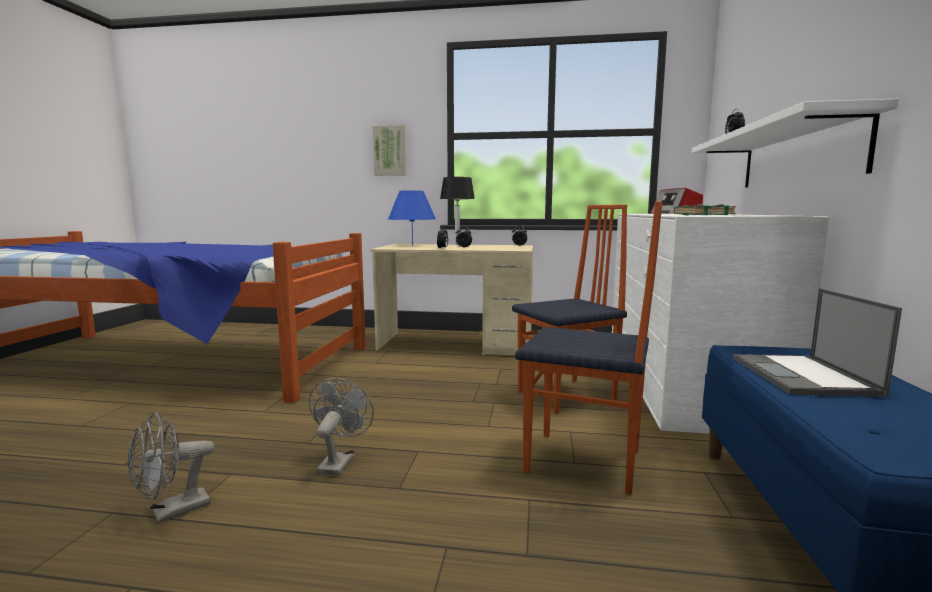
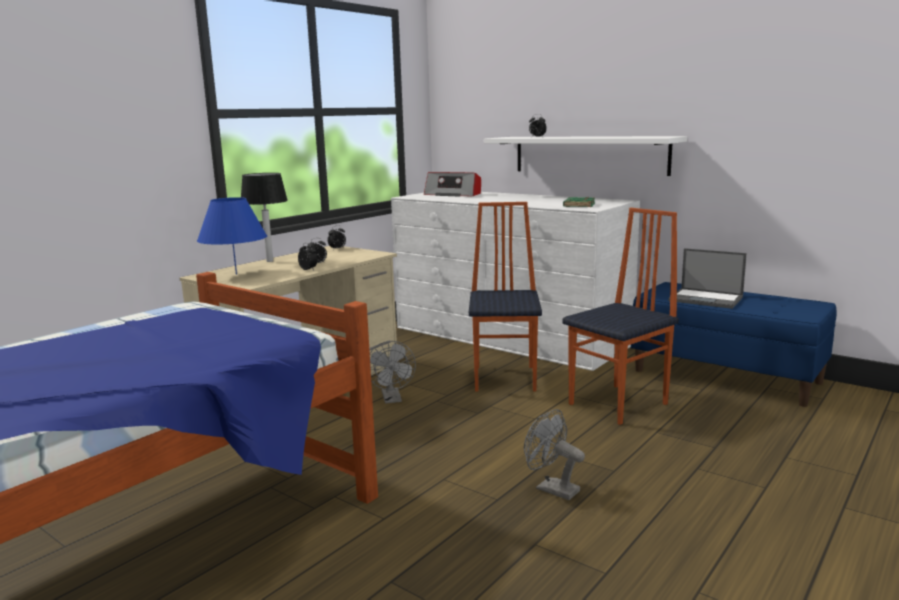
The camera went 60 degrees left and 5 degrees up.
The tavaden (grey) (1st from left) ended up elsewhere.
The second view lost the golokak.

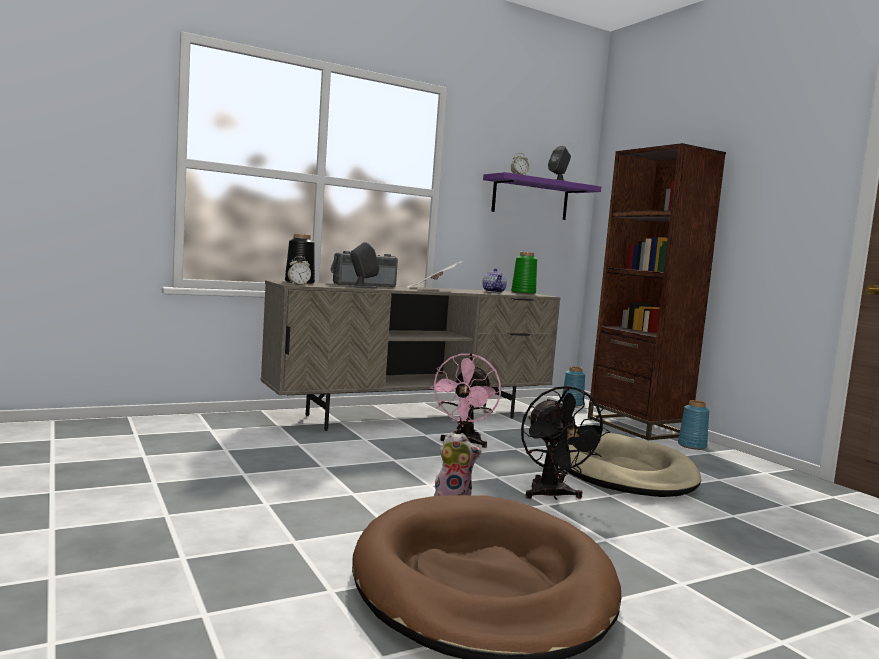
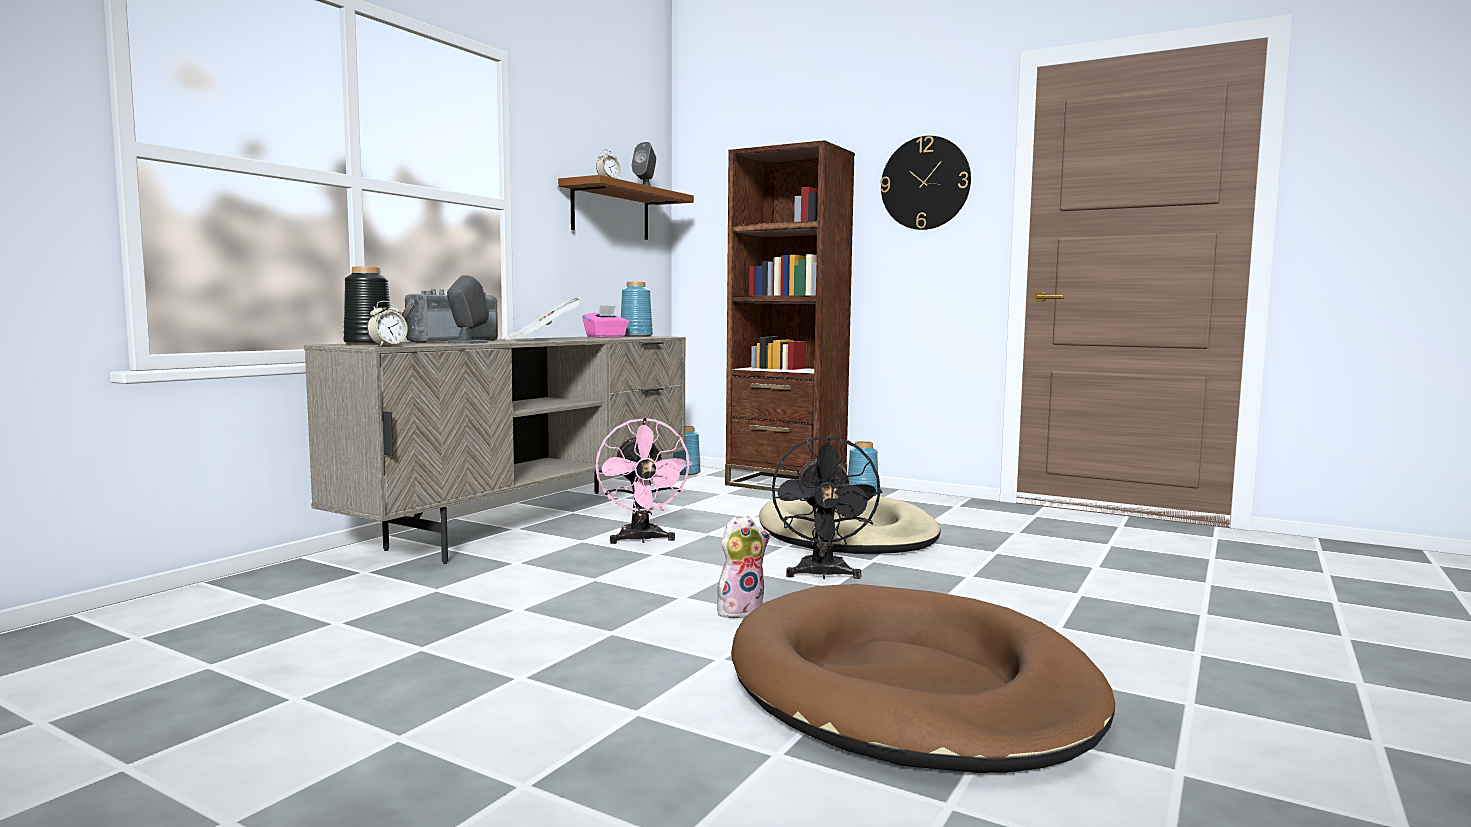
The camera went 30 degrees left and 0 degrees up.
Where the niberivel stood, the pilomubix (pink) came to stand.
What was the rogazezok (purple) turned into the rogazezok (brown).
What was the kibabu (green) turned into the kibabu (blue) (1st from left).
The tavaden (black) ended up facing another way, 45 degrees clockwise from before.
The second view gained the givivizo.

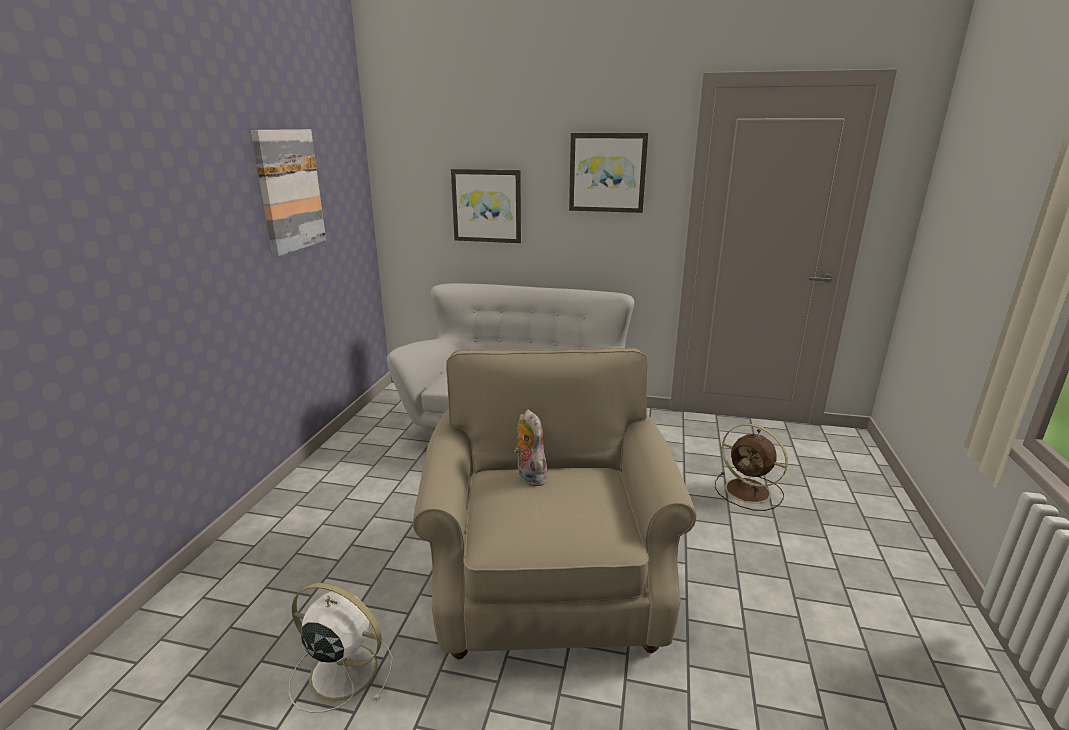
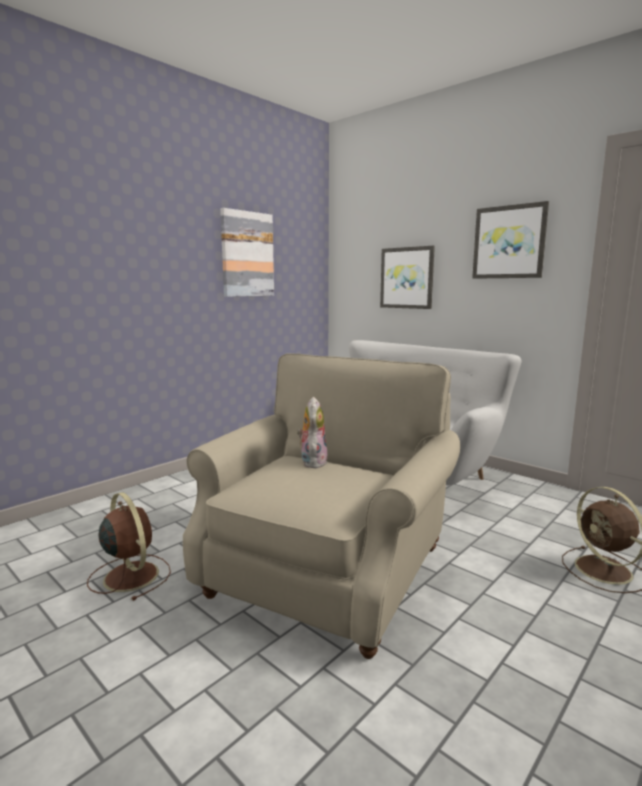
The camera went 30 degrees right and 10 degrees down.
What was the tavaden (white) turned into the tavaden (brown) (1st from left).

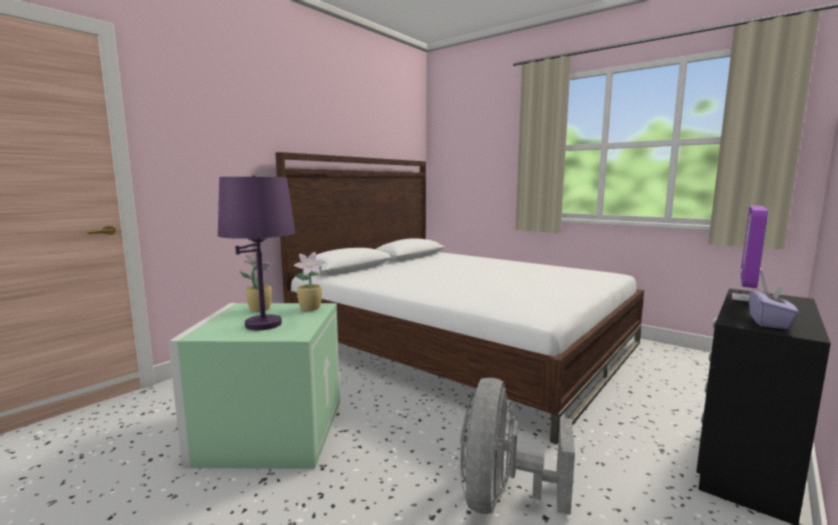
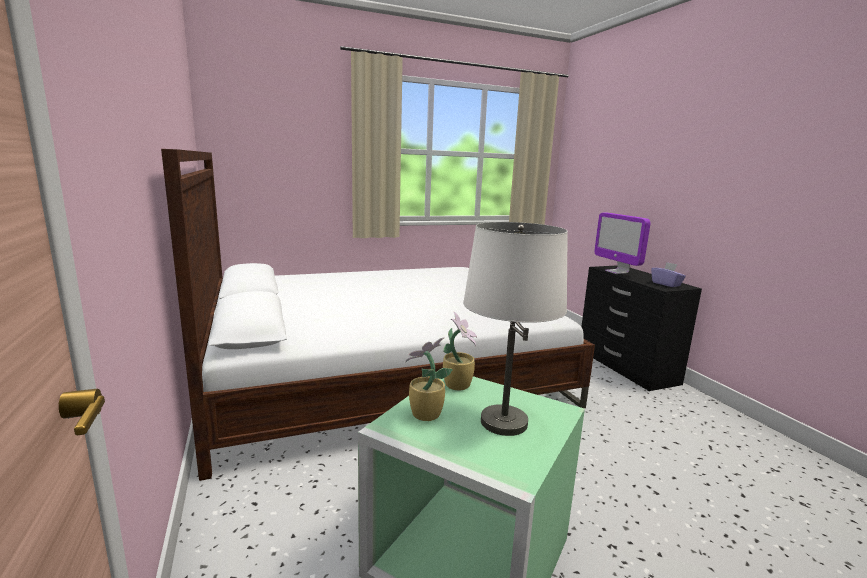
The camera went 60 degrees left and 5 degrees up.
What was the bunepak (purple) turned into the bunepak (white).
The second view lost the tavaden (grey).

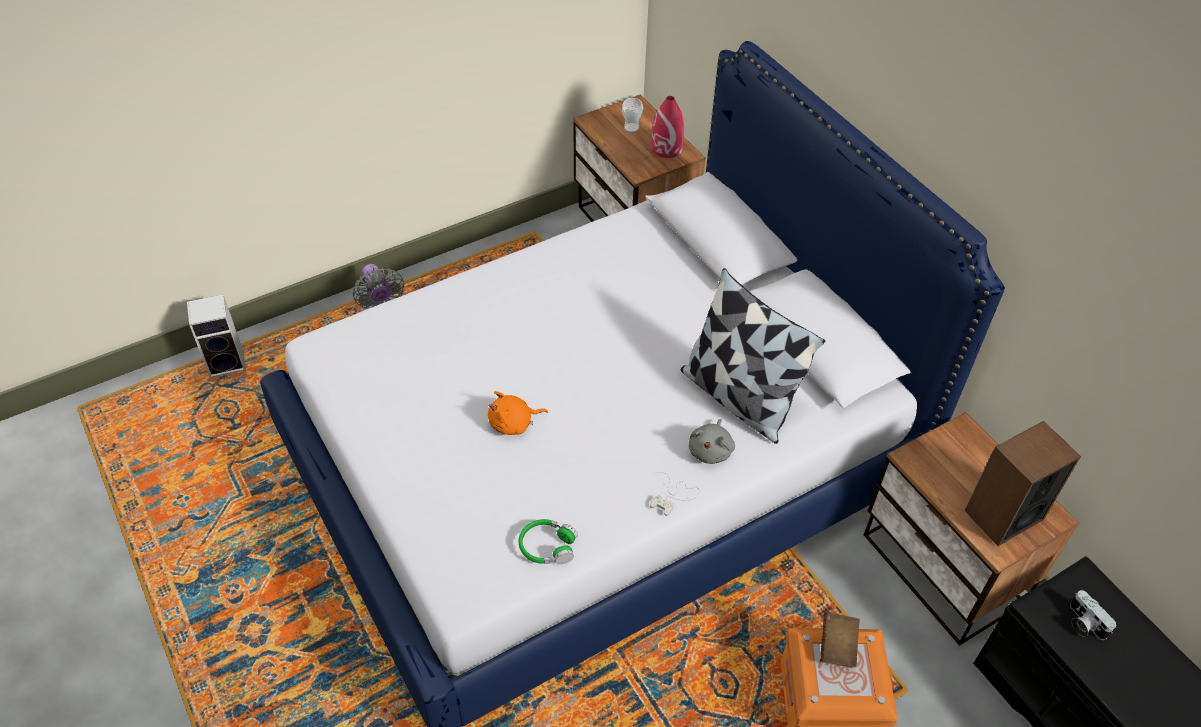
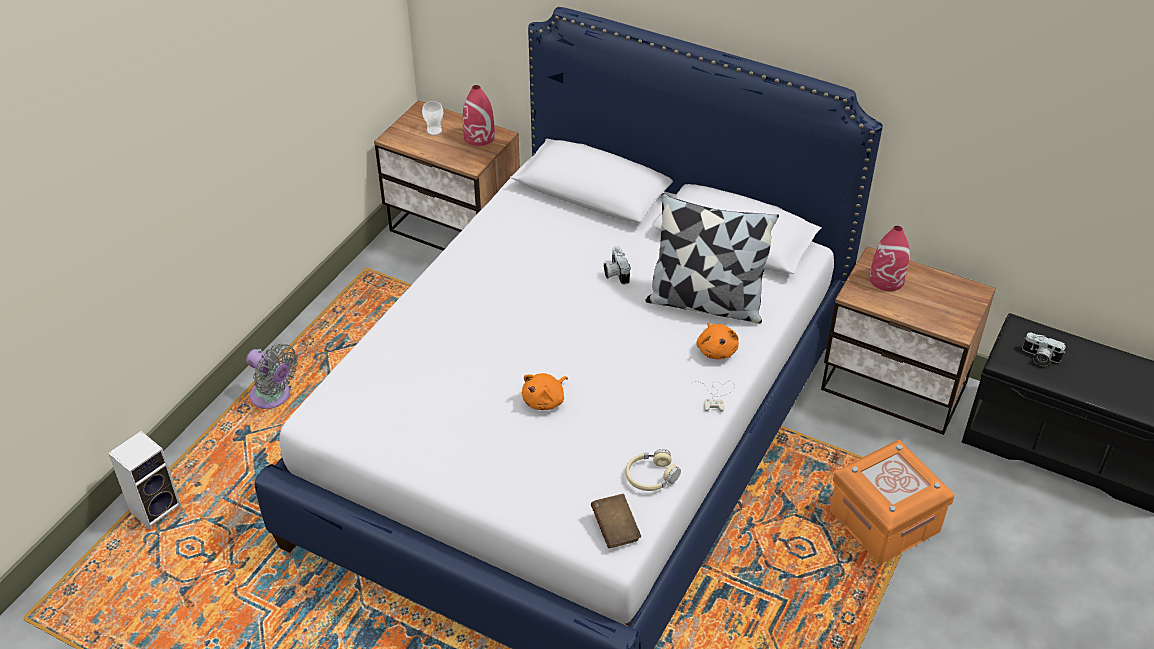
The camera went 30 degrees left and 5 degrees down.
What was the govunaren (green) turned into the govunaren (beige).
What was the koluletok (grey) turned into the koluletok (orange) (2nd from left).
The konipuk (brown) ended up elsewhere.
The second view lost the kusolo (2nd from left).
The second view gained the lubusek (1st from left).
The second view gained the kibabu (red) (2nd from left).

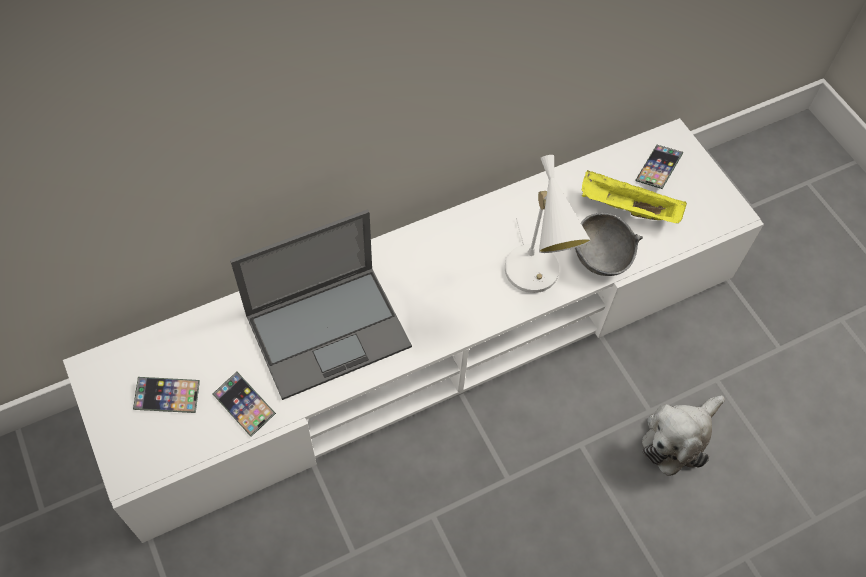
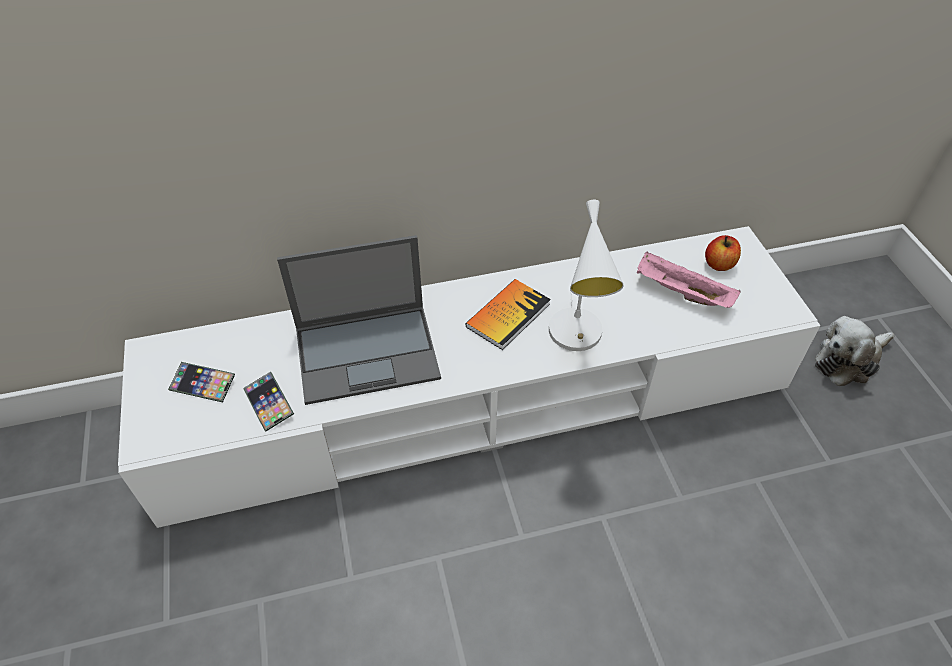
The camera went 15 degrees right and 10 degrees down.
The second view lost the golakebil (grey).
What was the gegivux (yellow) turned into the gegivux (pink).
Where the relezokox (3rd from left) stood, the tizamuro came to stand.
The koluletok ended up elsewhere.
The second view gained the konipuk.

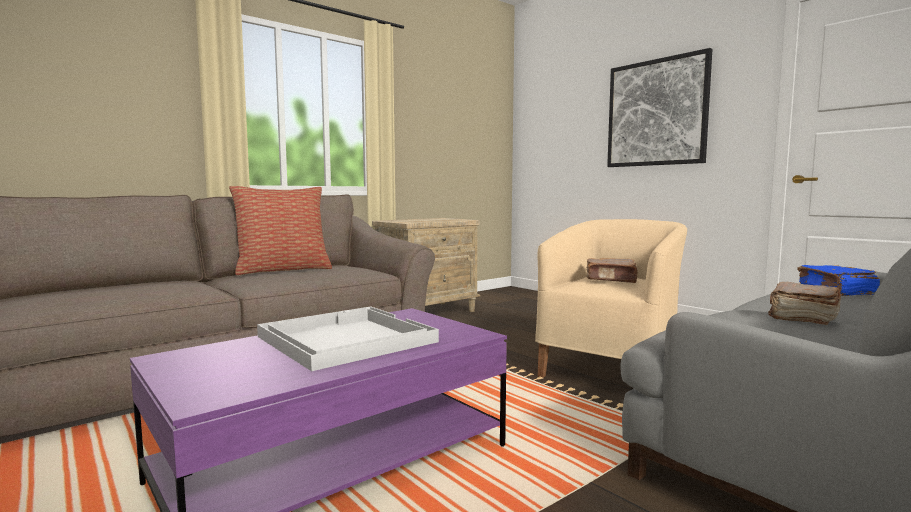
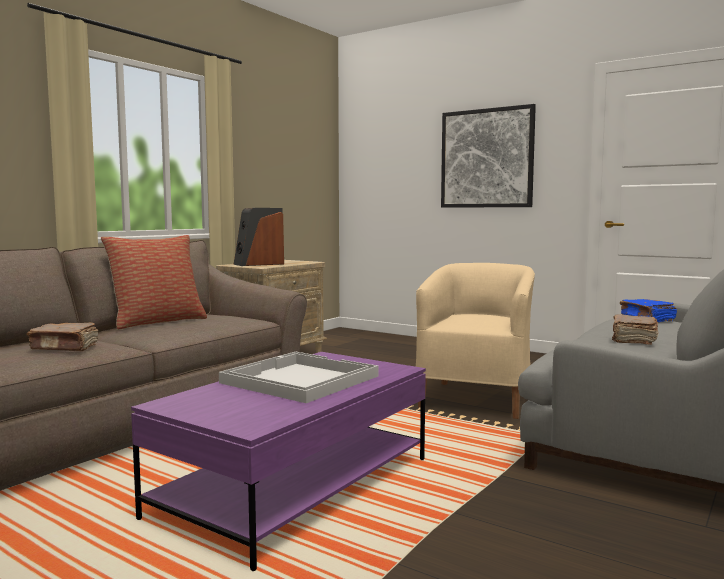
The camera went 15 degrees left and 0 degrees up.
The konipuk (brown) (1st from left) ended up elsewhere.
The second view gained the kusolo.

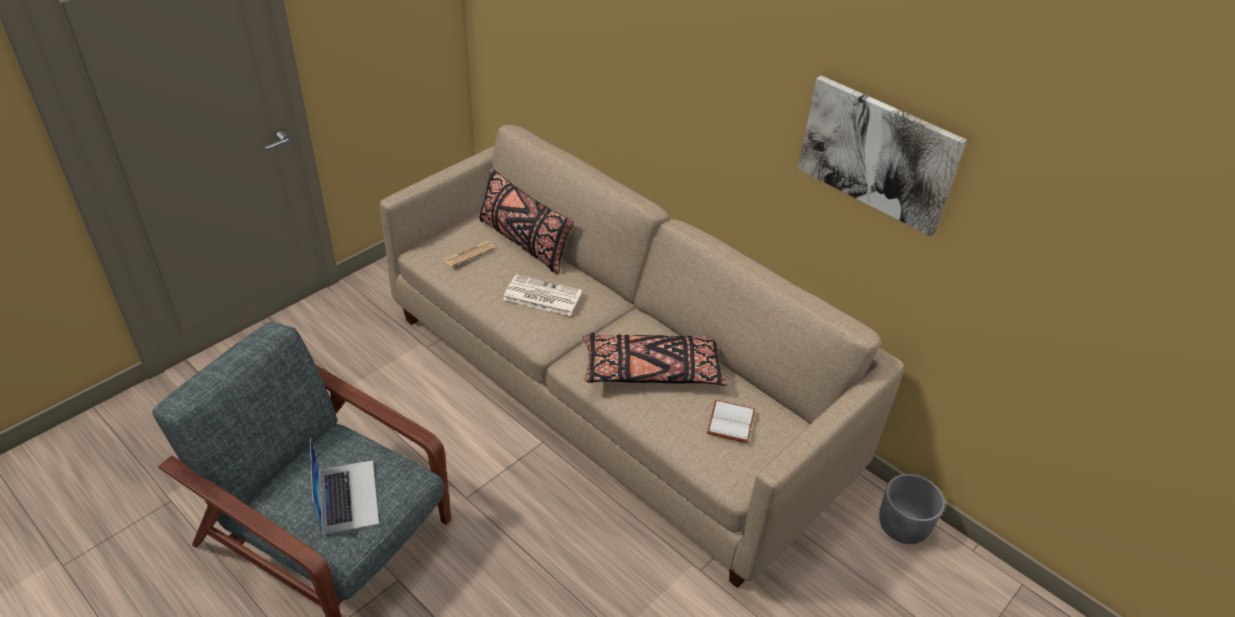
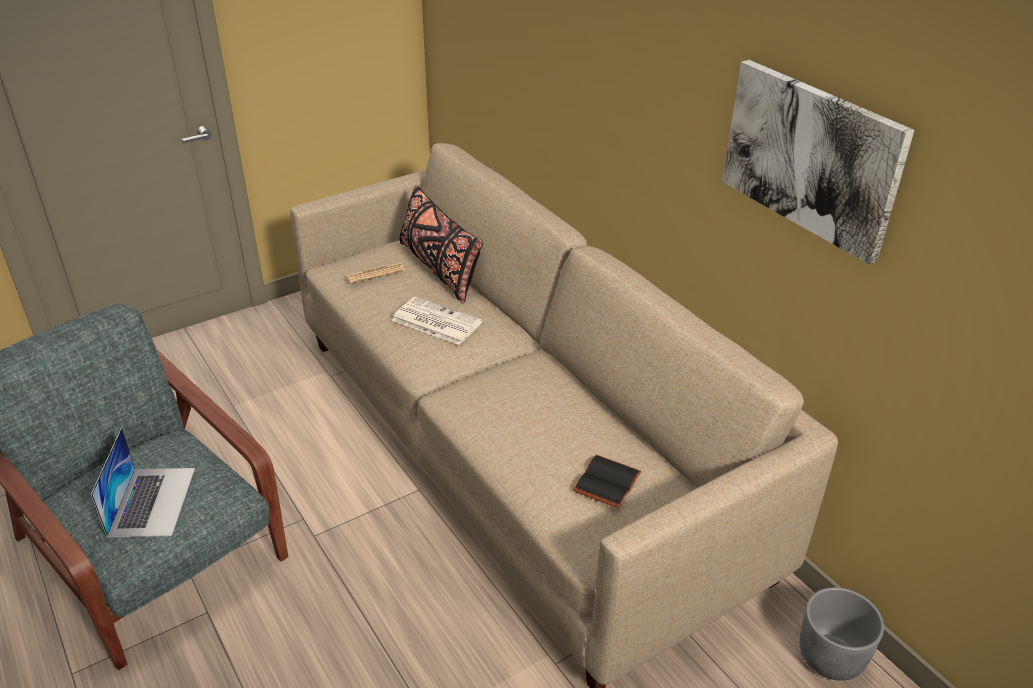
The camera went 15 degrees right and 5 degrees down.
The second view lost the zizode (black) (2nd from left).
What was the konipuk (white) turned into the konipuk (black).

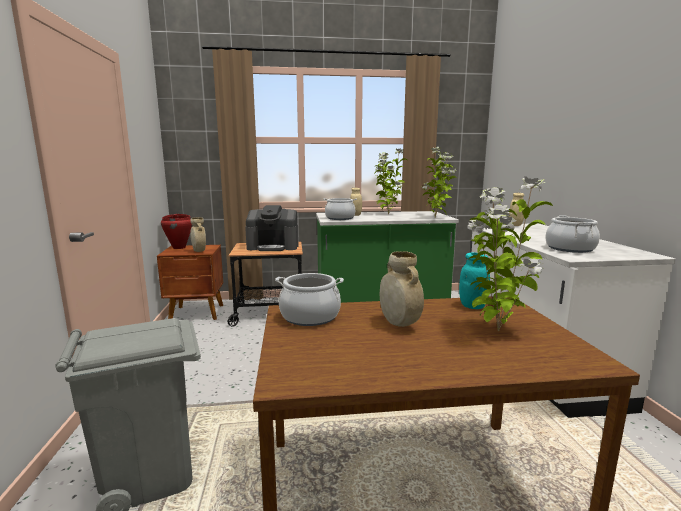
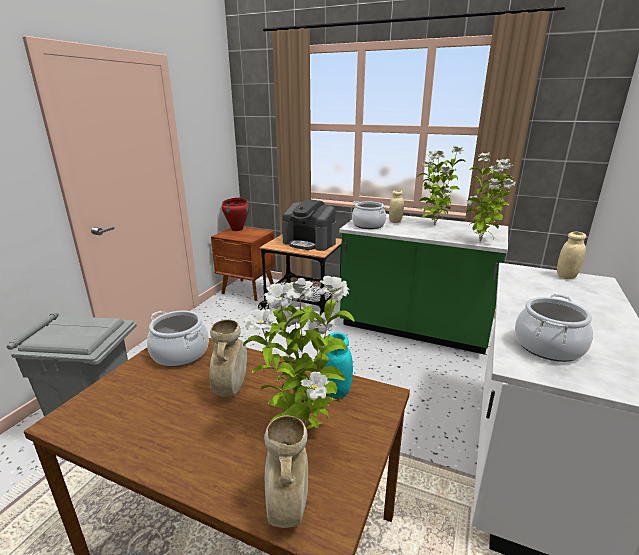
The camera went 30 degrees right and 10 degrees up.
The kibabu (beige) (1st from left in the first image) ended up elsewhere.

